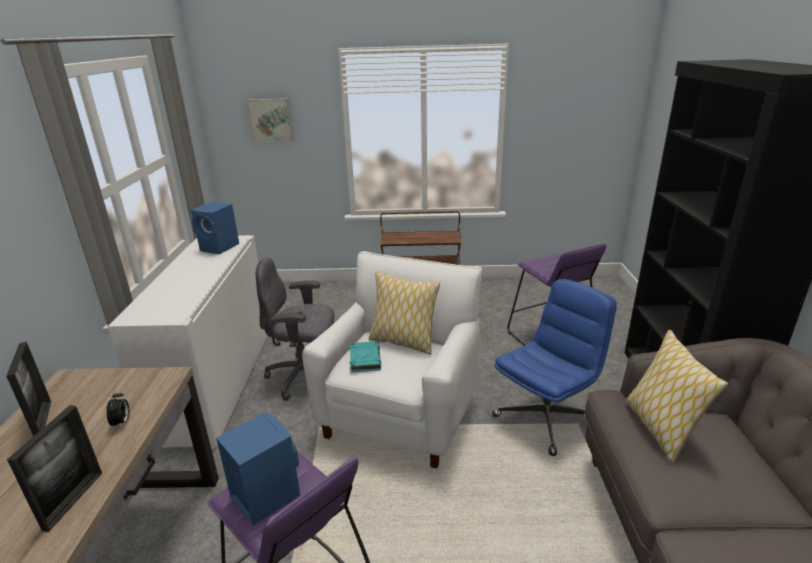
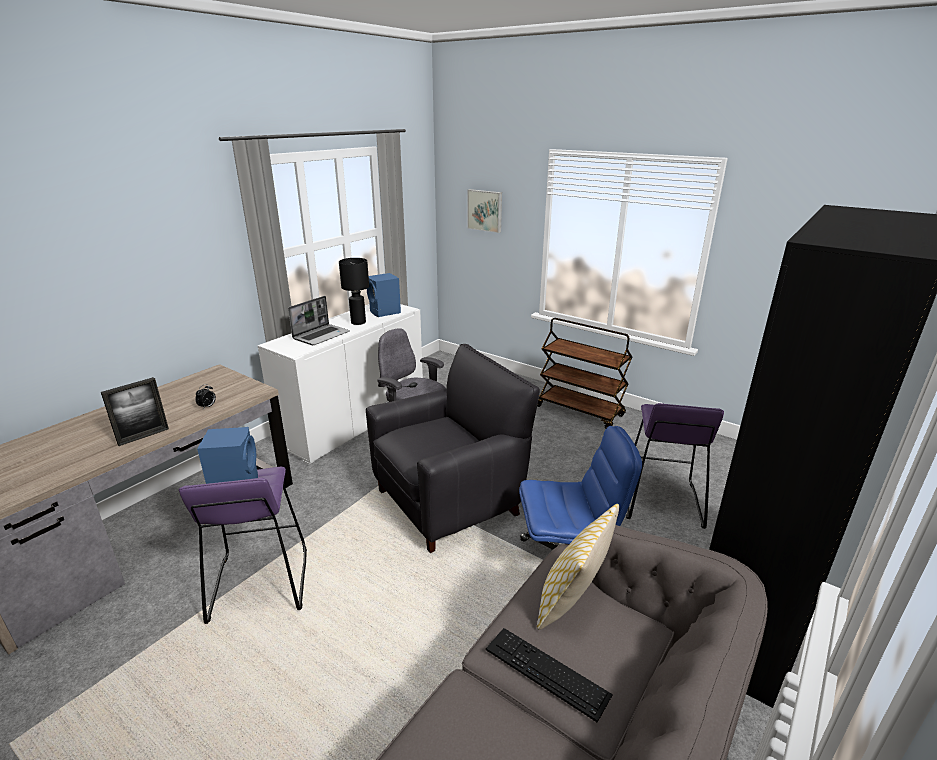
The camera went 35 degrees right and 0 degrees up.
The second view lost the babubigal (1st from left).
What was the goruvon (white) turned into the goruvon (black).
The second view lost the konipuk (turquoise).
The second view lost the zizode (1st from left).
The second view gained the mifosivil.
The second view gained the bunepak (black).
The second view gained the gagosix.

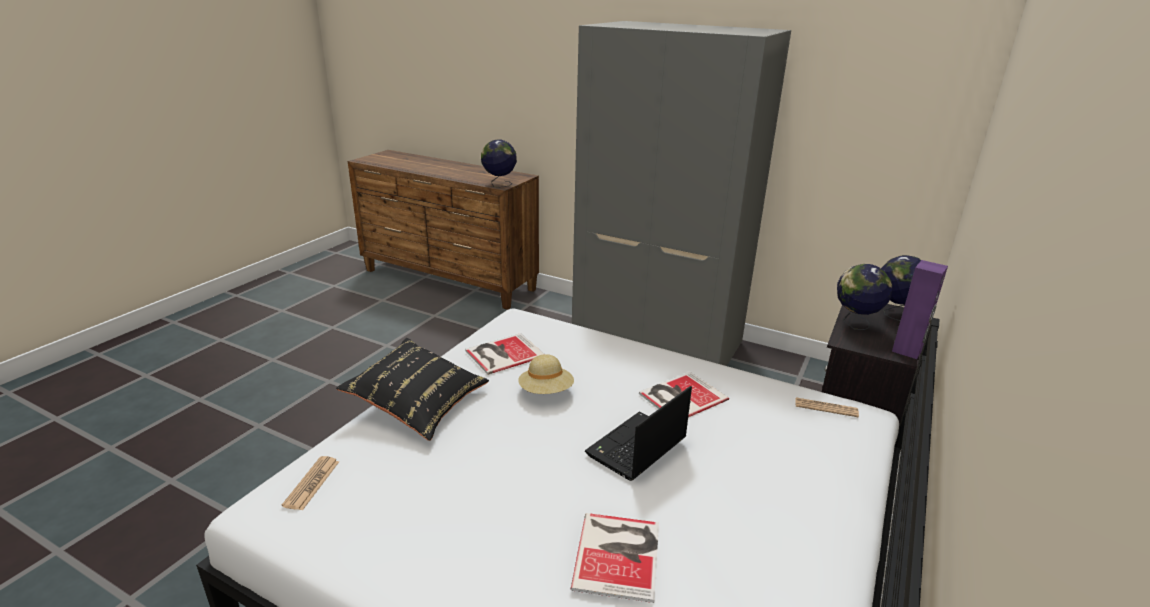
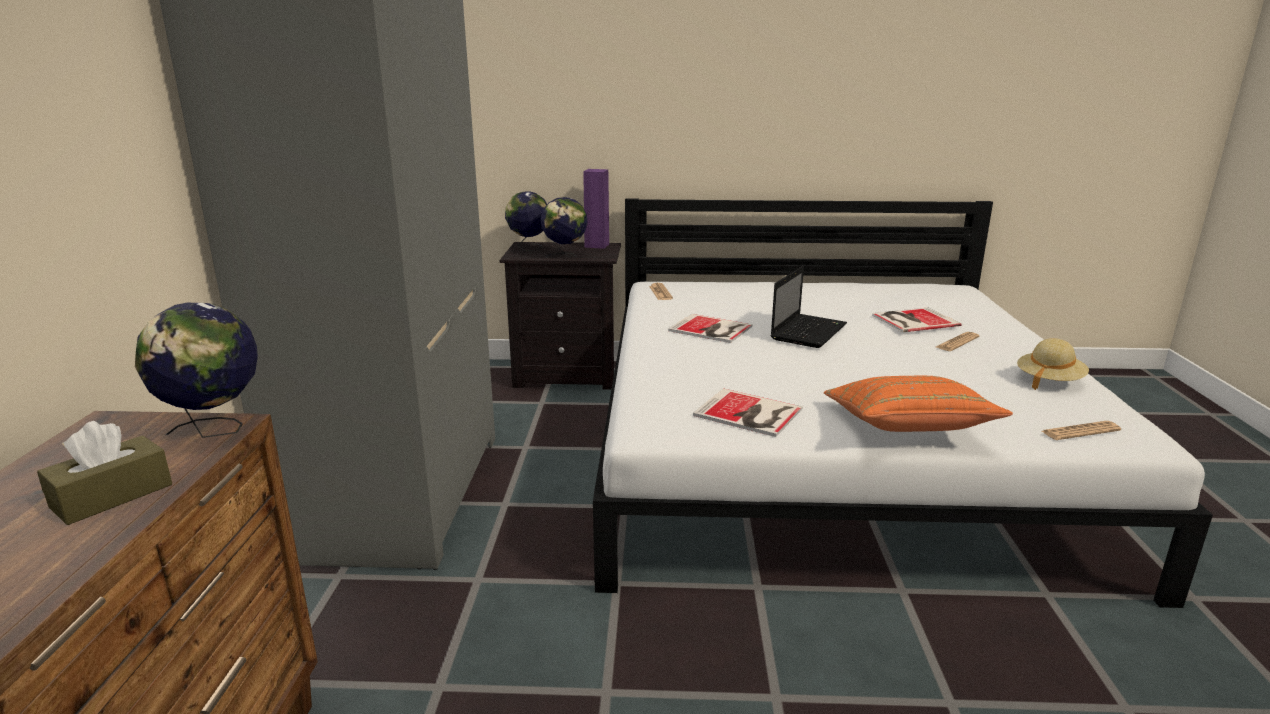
The camera went 115 degrees left and 5 degrees down.
What was the zizode (black) turned into the zizode (orange).
The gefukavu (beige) ended up elsewhere.
The mifosivil ended up facing another way, 75 degrees counterclockwise from before.
The second view gained the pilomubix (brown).
The second view gained the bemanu (2nd from left).

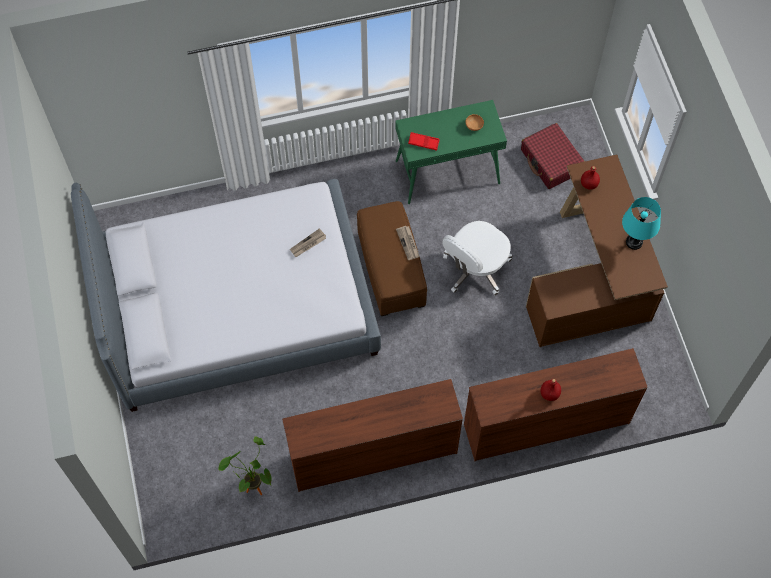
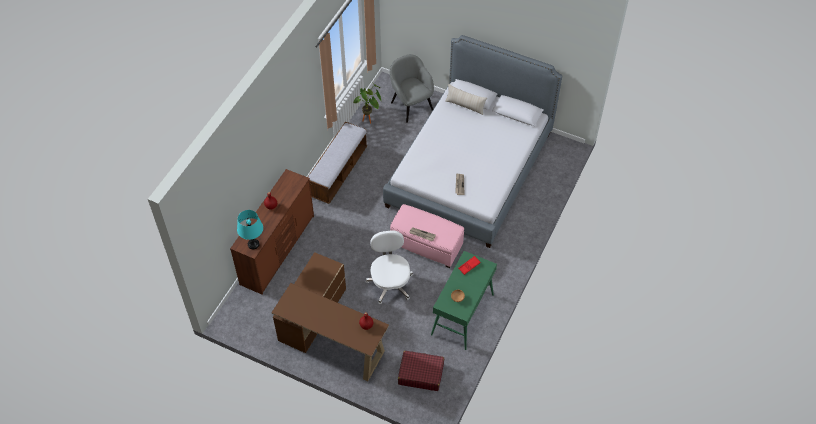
The camera went 130 degrees right and 10 degrees down.
Where the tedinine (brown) (1st from left) stood, the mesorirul came to stand.
What was the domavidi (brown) turned into the domavidi (pink).
The bunepak (turquoise) ended up elsewhere.
The second view gained the goruvon (grey).
The second view gained the zizode (beige).

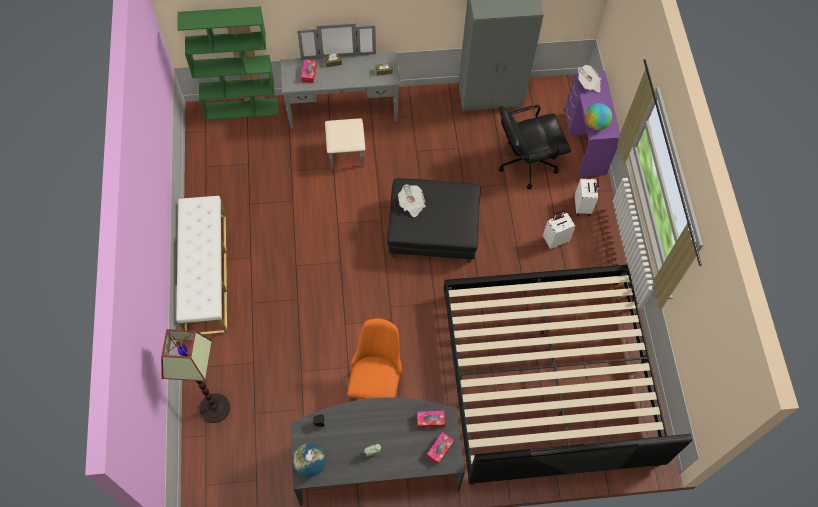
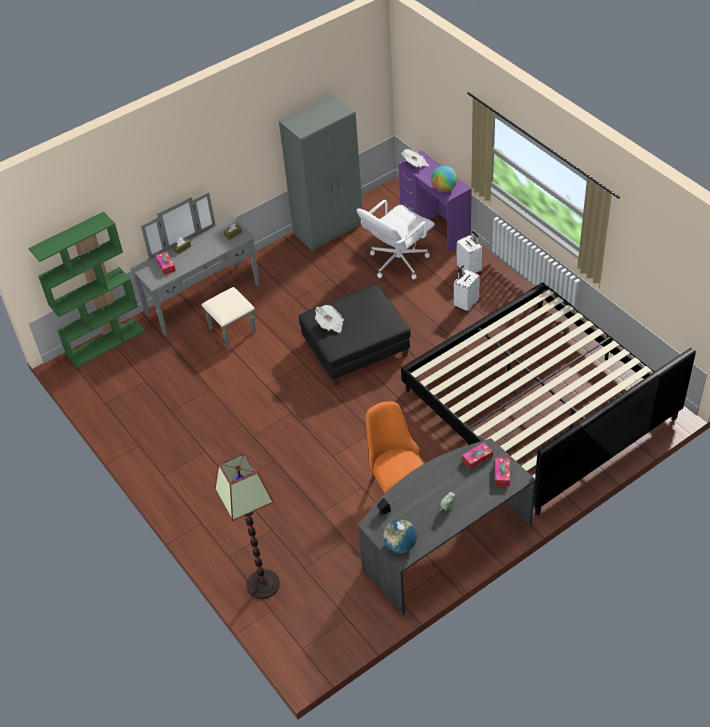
The camera went 25 degrees left and 15 degrees down.
The second view lost the mesorirul (white).
What was the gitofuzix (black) turned into the gitofuzix (white).

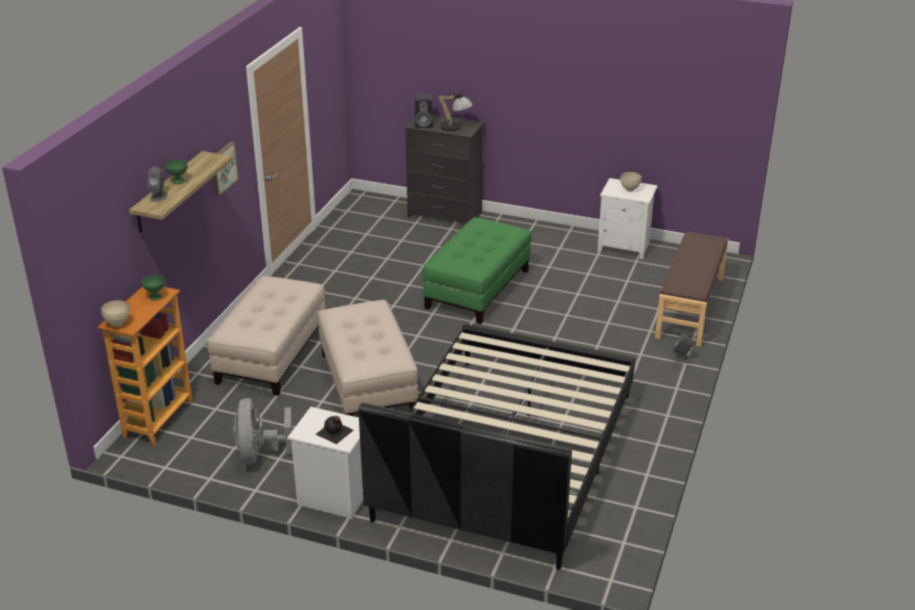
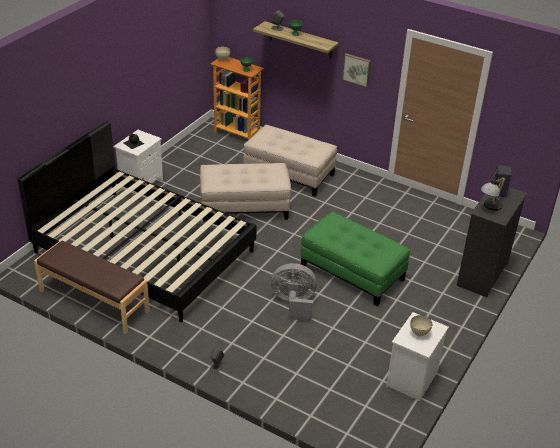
The camera went 100 degrees right and 5 degrees up.
The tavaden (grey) ended up elsewhere.
The mesorirul (brown) ended up elsewhere.

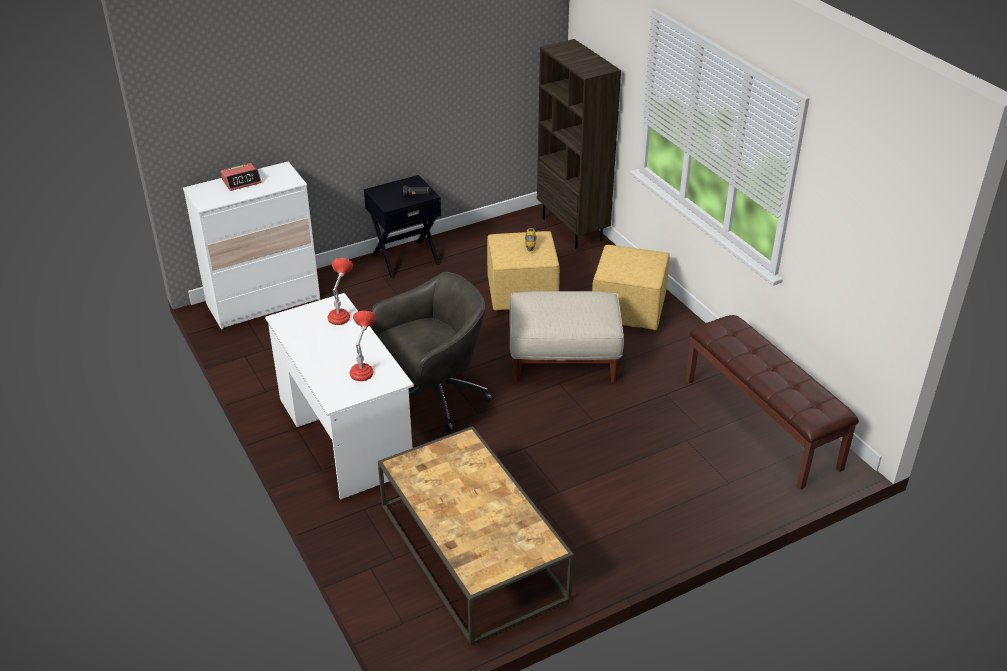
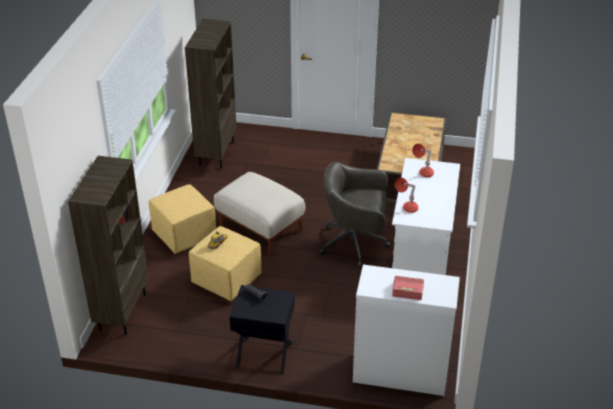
The camera went 140 degrees left and 0 degrees up.
Where the mesorirul (brown) stood, the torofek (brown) (2nd from left) came to stand.

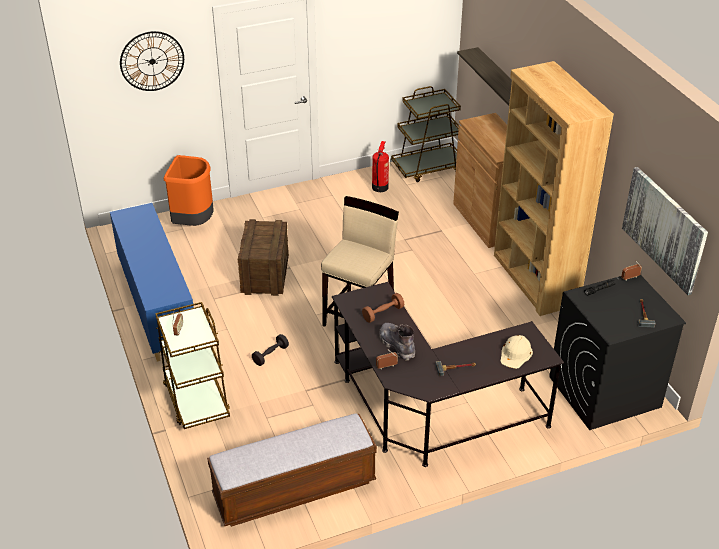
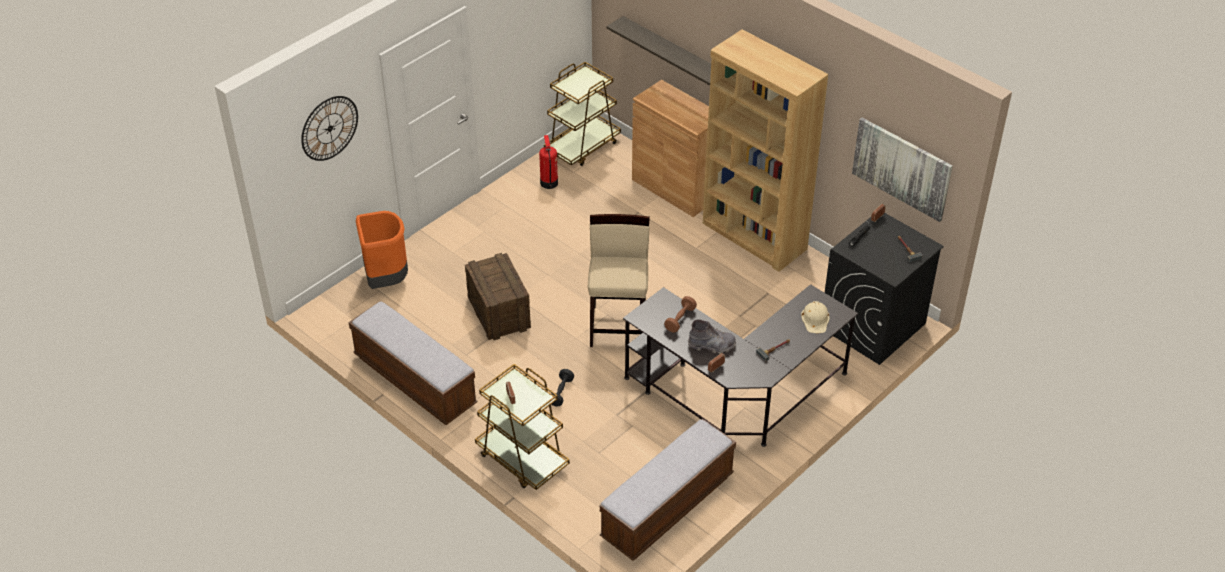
The camera went 25 degrees left and 5 degrees up.
Where the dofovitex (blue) stood, the mesorirul (1st from left) came to stand.
The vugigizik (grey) ended up facing another way, 150 degrees clockwise from before.

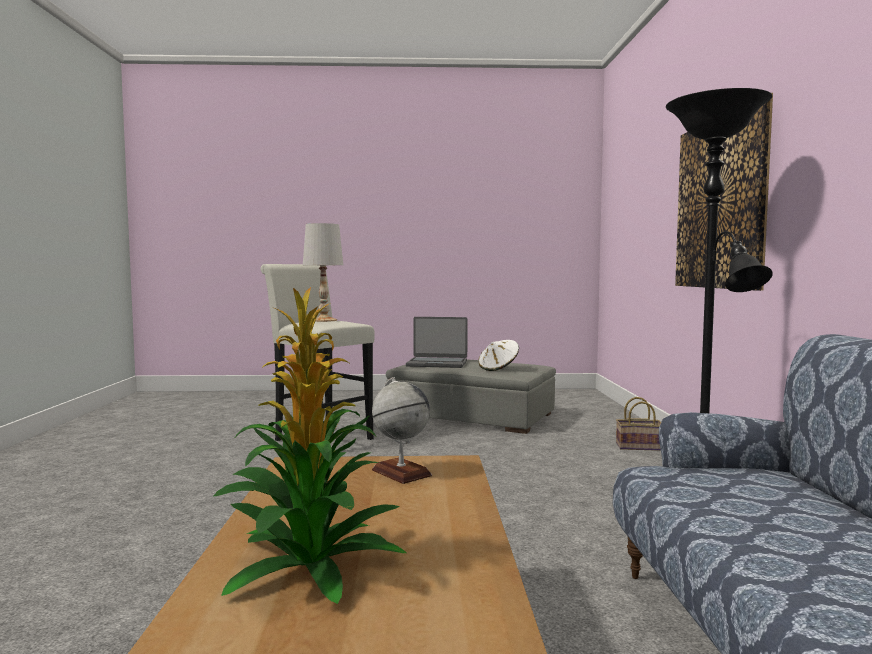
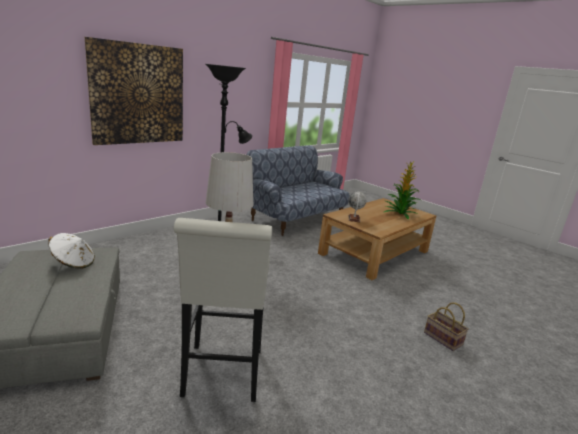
The camera went 135 degrees left and 15 degrees up.
The second view lost the mifosivil.
The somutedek ended up elsewhere.

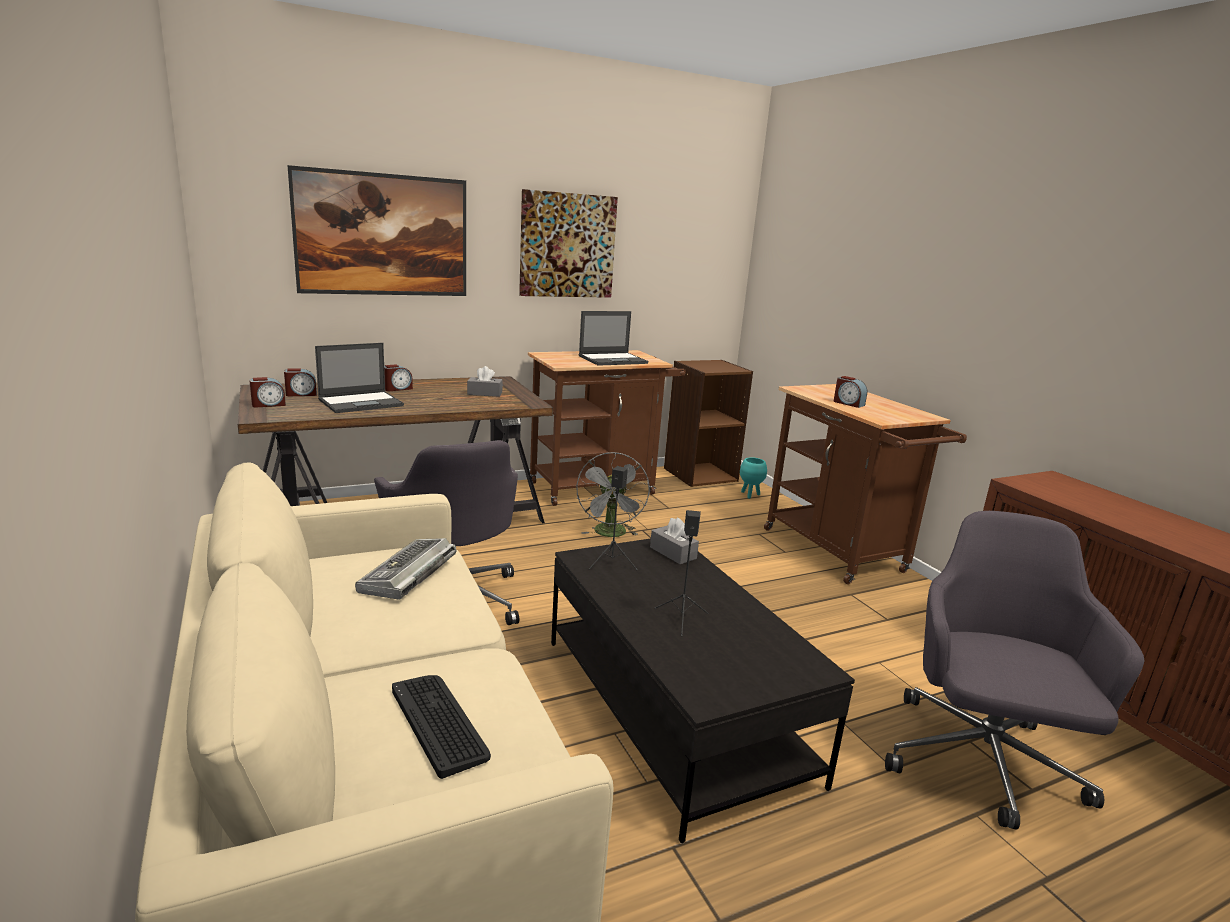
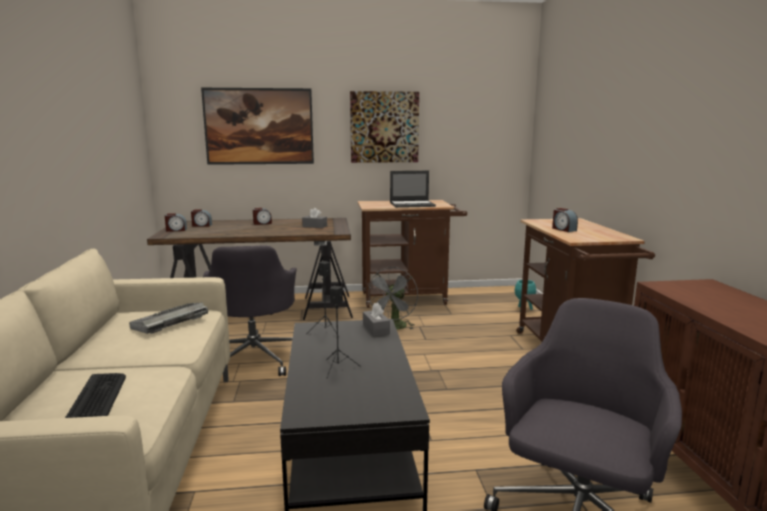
The camera went 20 degrees right and 5 degrees down.
The second view lost the mifosivil (1st from left).
The second view lost the torofek (brown).

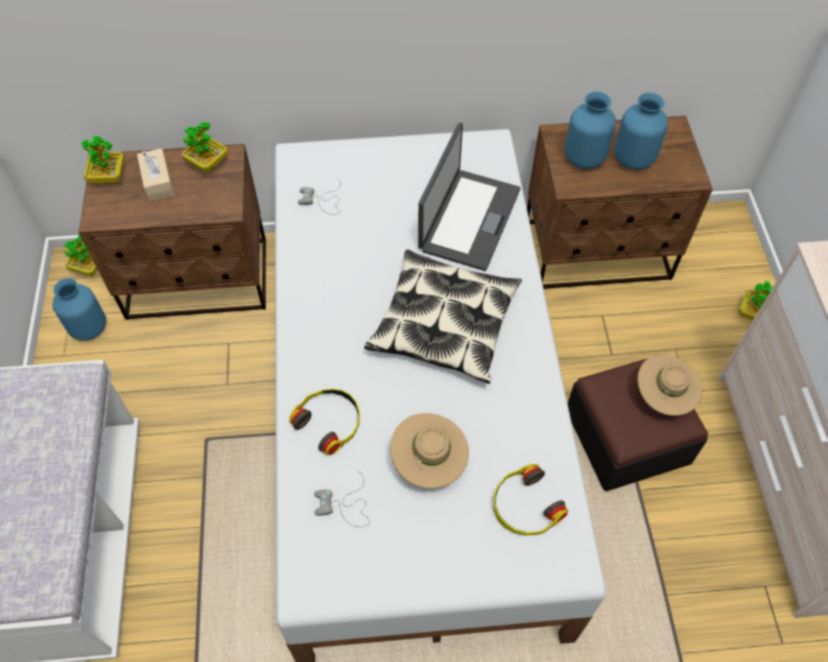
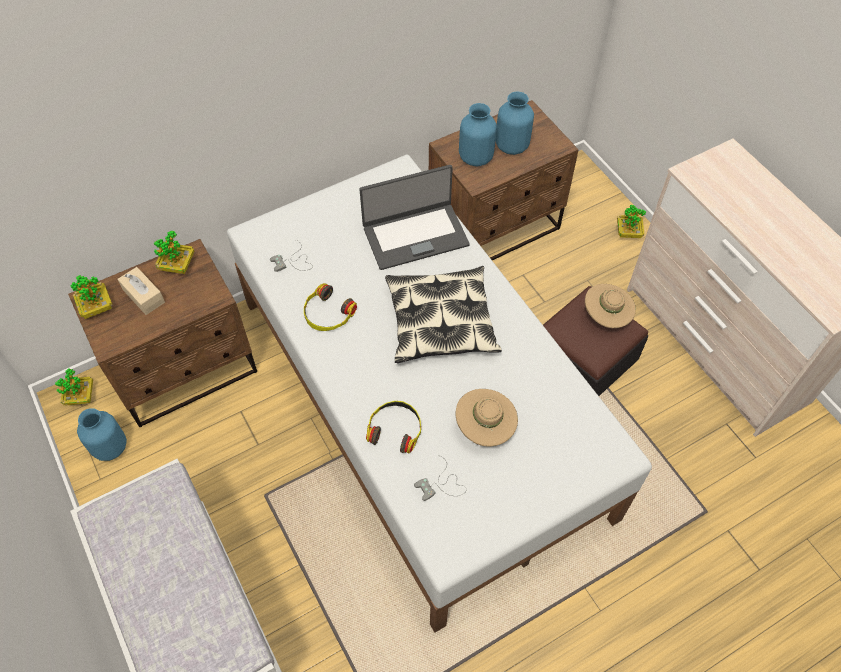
The camera went 25 degrees left and 0 degrees up.
The mifosivil ended up facing another way, 75 degrees clockwise from before.
The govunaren (2nd from left in the first image) ended up elsewhere.

